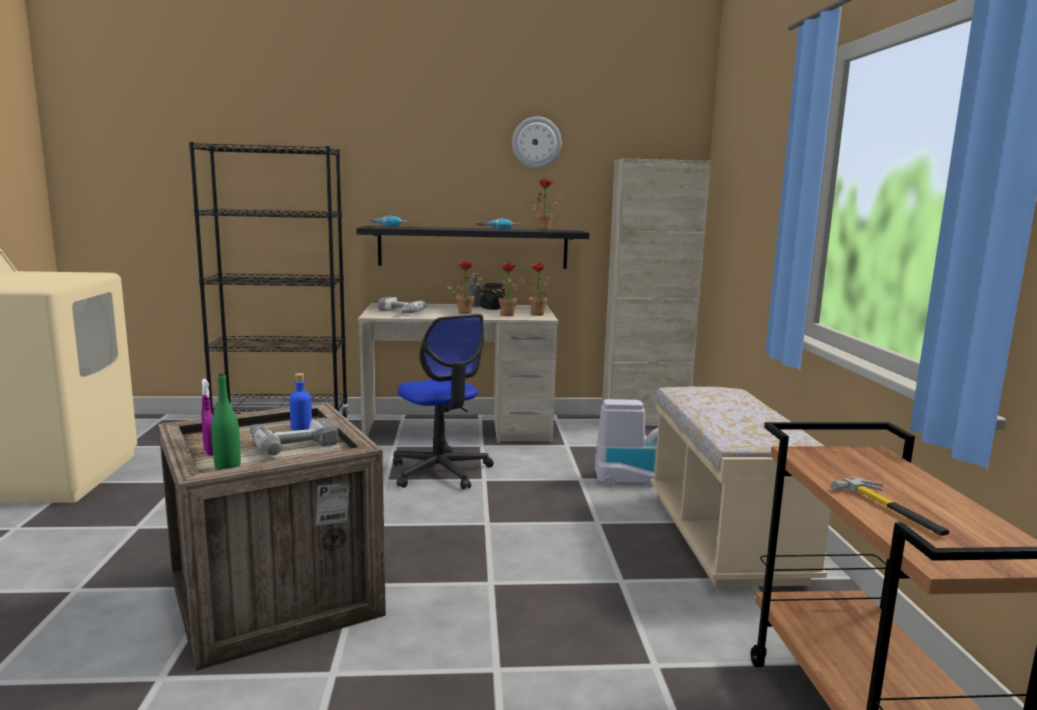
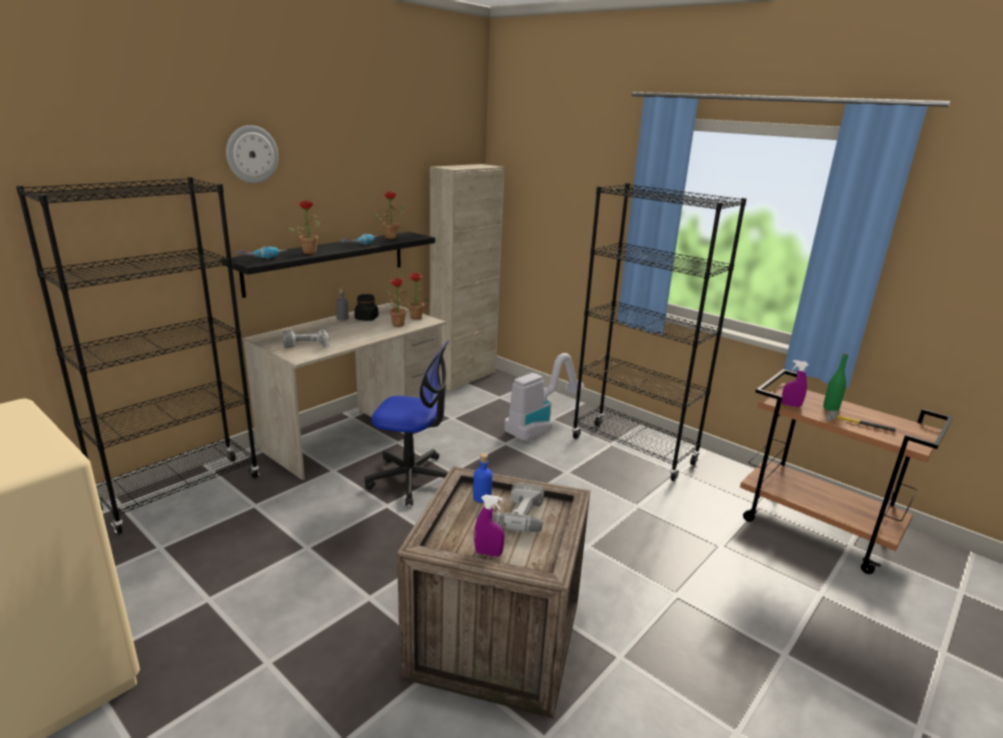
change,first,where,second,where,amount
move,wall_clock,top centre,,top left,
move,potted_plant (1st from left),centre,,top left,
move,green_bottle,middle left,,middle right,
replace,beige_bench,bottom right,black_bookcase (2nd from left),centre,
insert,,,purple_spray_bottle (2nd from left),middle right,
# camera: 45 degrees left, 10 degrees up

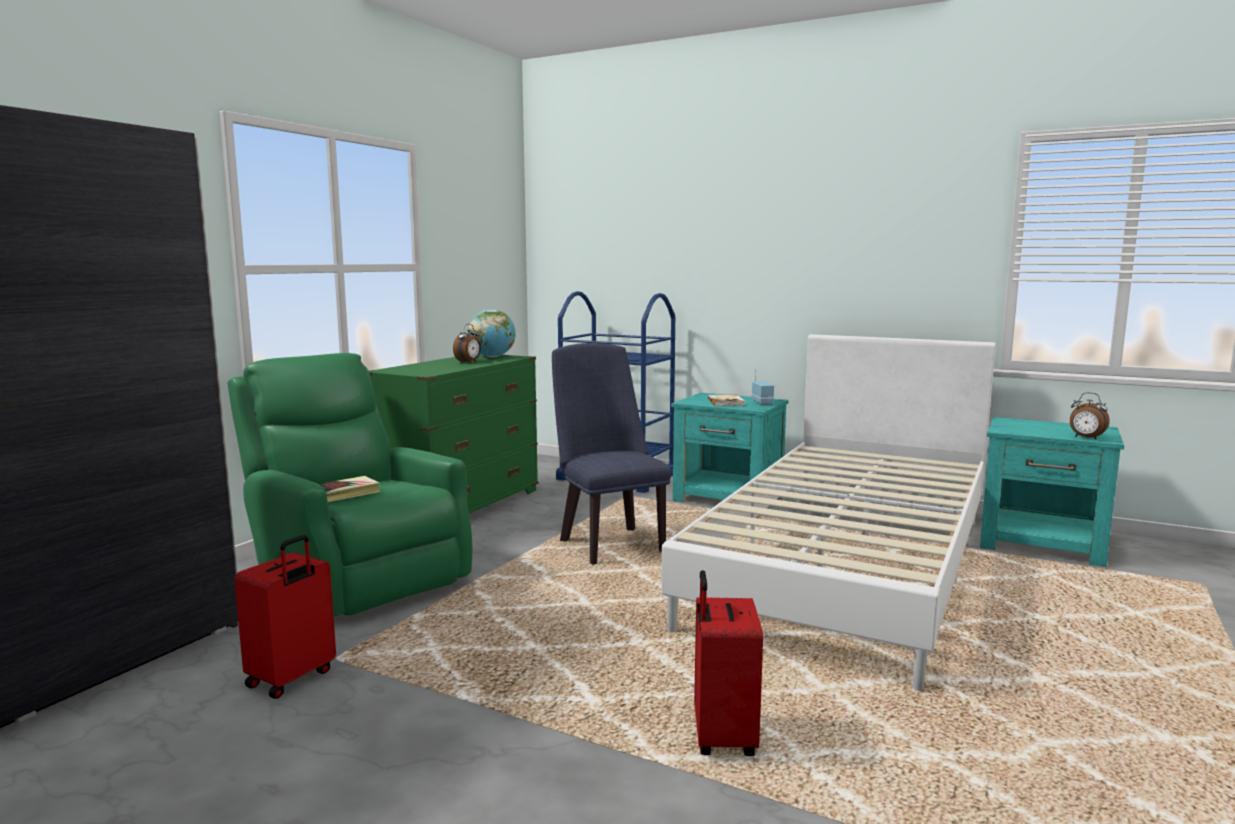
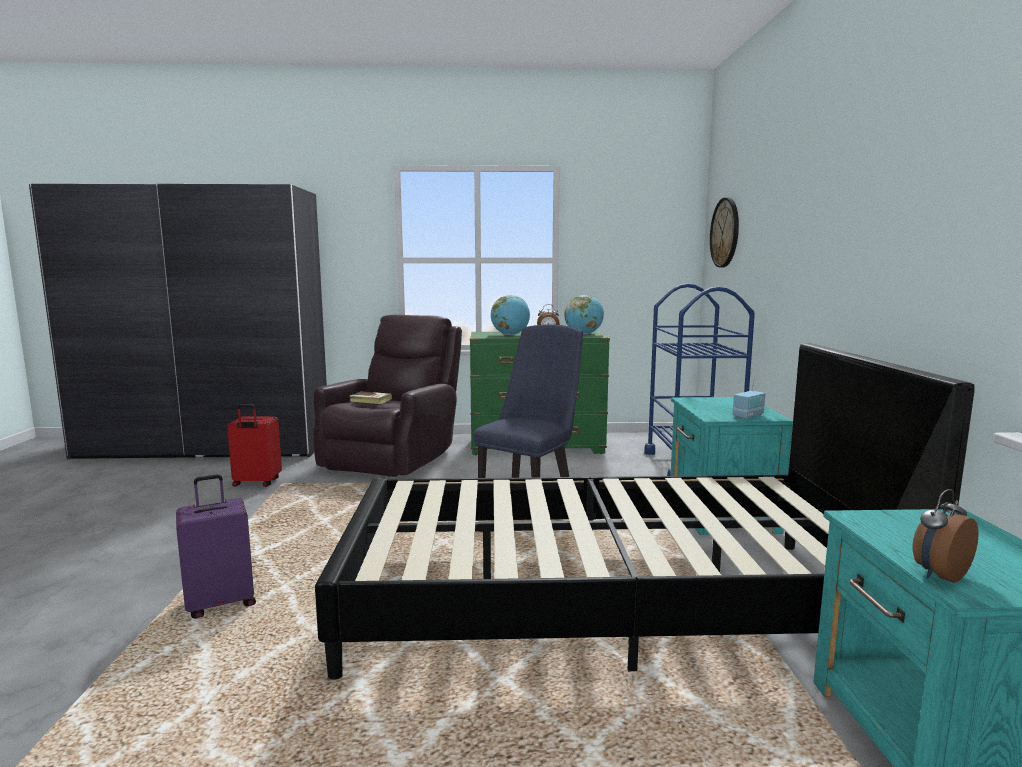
change,first,where,second,where,amount
recolor,white_bed,middle right,black_bed,centre,
recolor,green_armchair,middle left,brown_armchair,centre,
rotate,alarm_clock (2nd from left),middle right,,bottom right,45 degrees clockwise
delete,book (2nd from left),centre,,,
recolor,red_suitcase (2nd from left),bottom centre,purple_suitcase,bottom left,
insert,,,wall_clock,top right,
insert,,,globe (1st from left),centre,
# camera: 60 degrees right, 0 degrees up

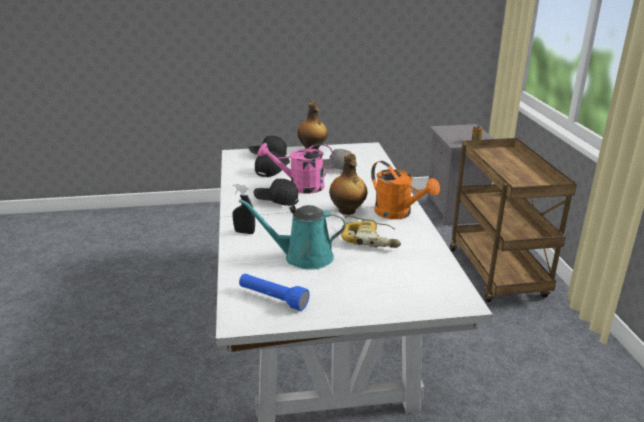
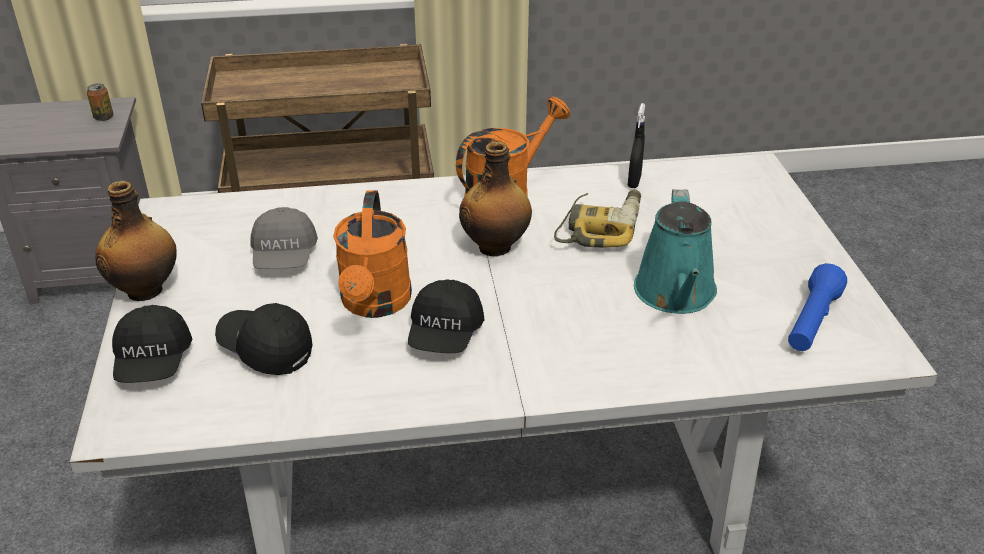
change,first,where,second,where,amount
recolor,pink_watering_can,centre,orange_watering_can (1st from left),centre,
move,black_spray_bottle,centre,,top centre,
# camera: 90 degrees left, 10 degrees up

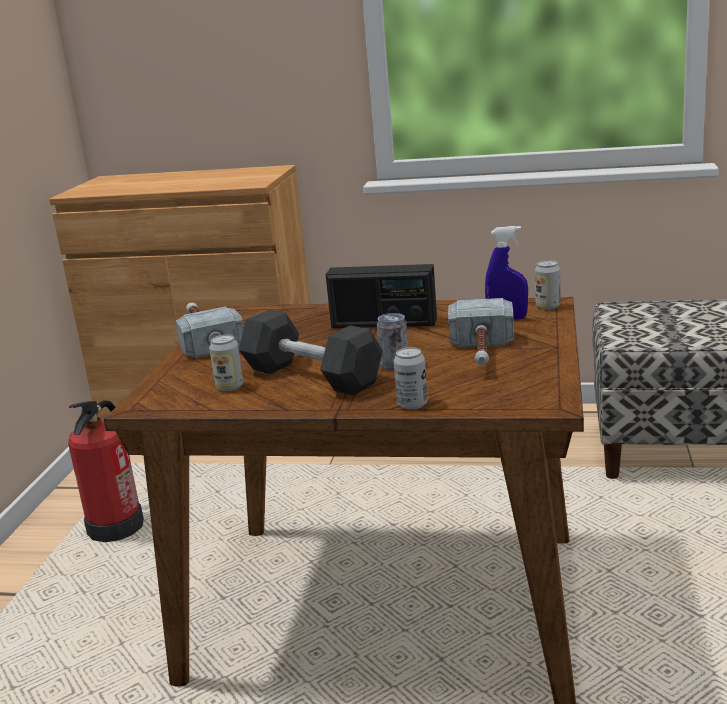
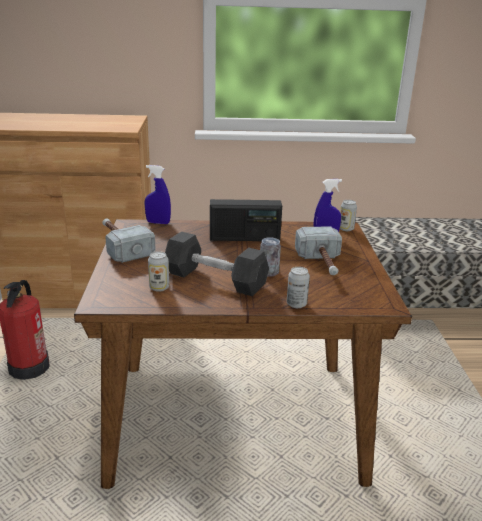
change,first,where,second,where,amount
insert,,,blue_spray_bottle (1st from left),middle left,
# camera: 15 degrees left, 5 degrees up

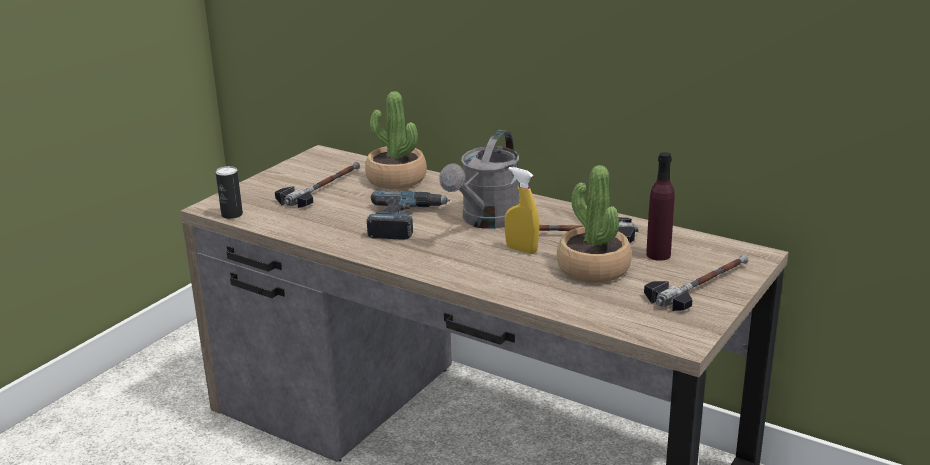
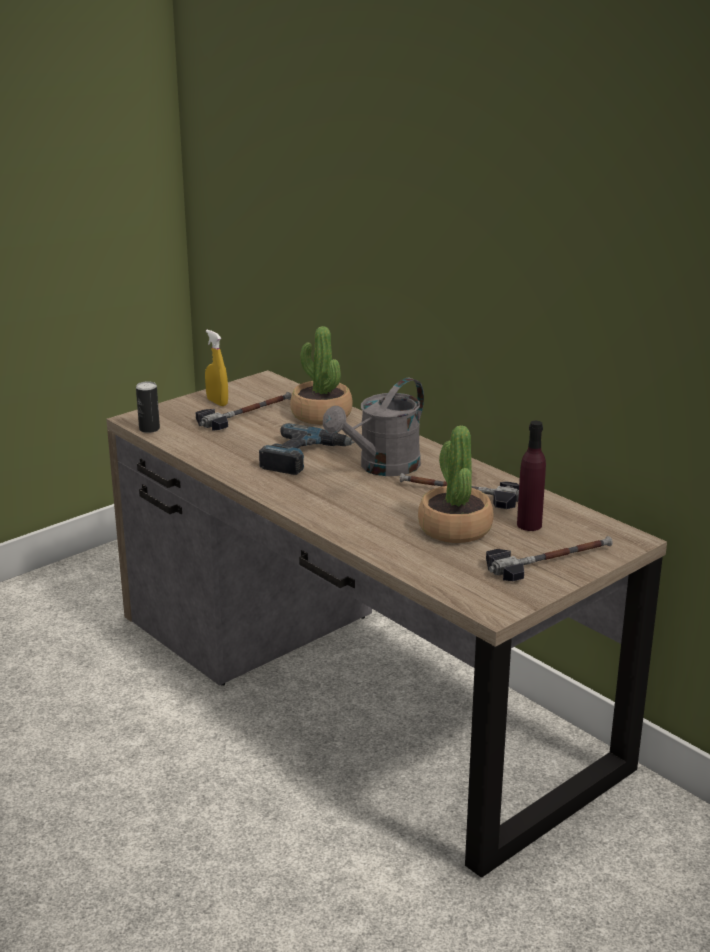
change,first,where,second,where,amount
move,yellow_spray_bottle,centre,,middle left,
# camera: 15 degrees right, 0 degrees up

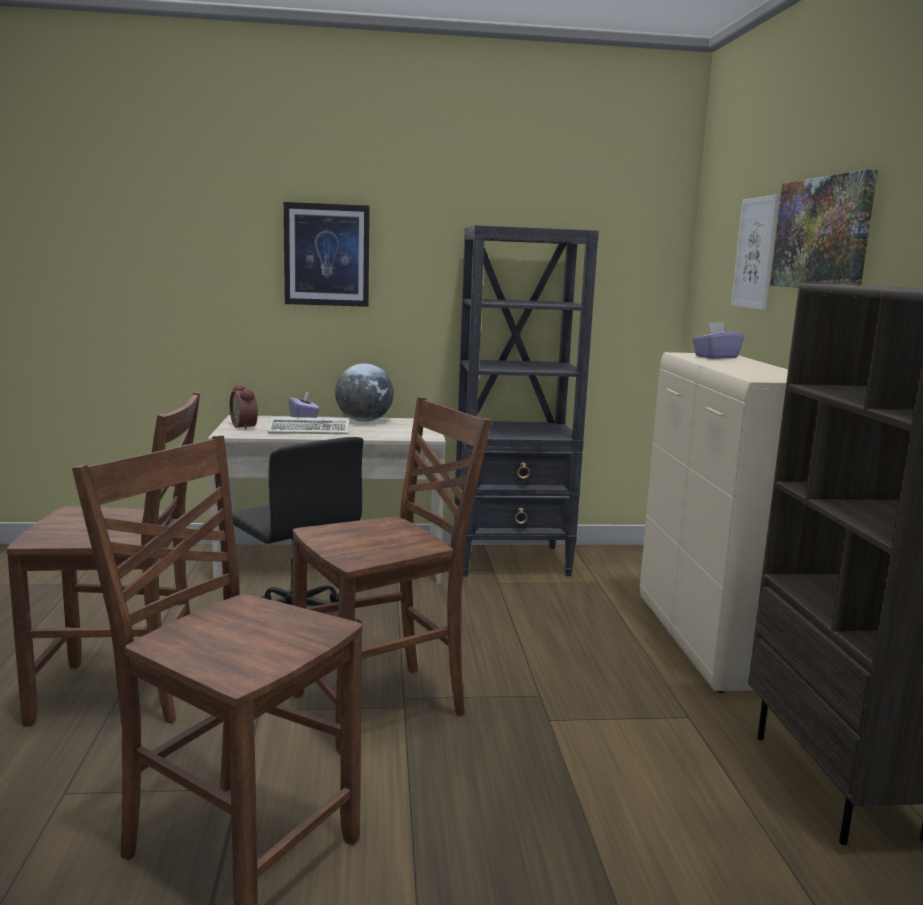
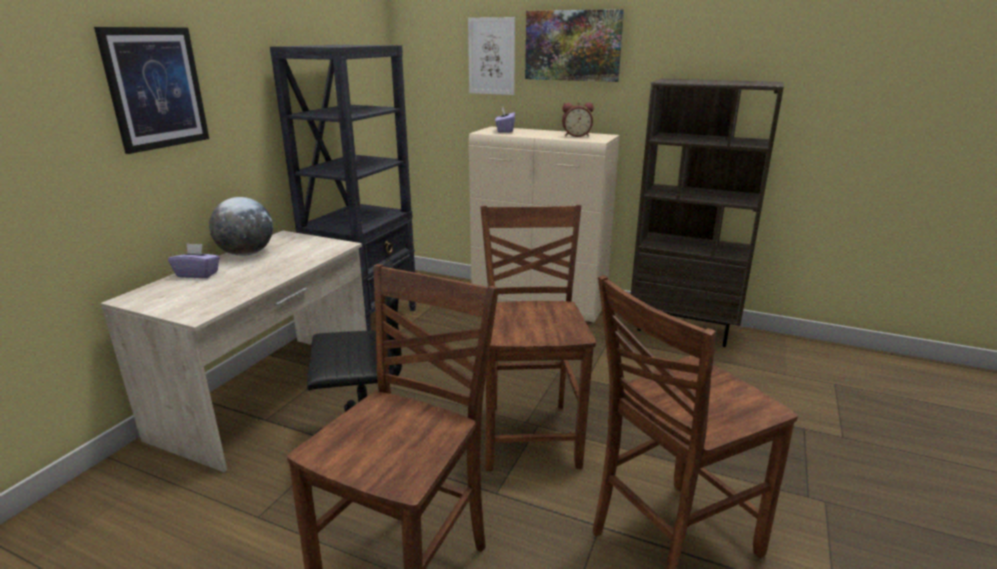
change,first,where,second,where,amount
move,alarm_clock,middle left,,top centre,
delete,keyboard,centre,,,
# camera: 60 degrees left, 10 degrees up

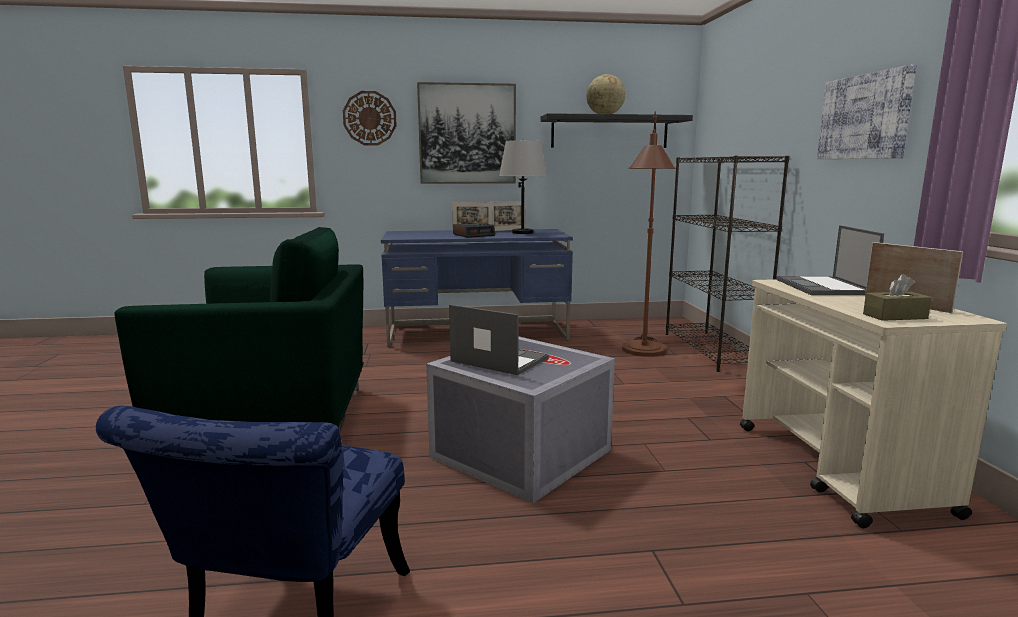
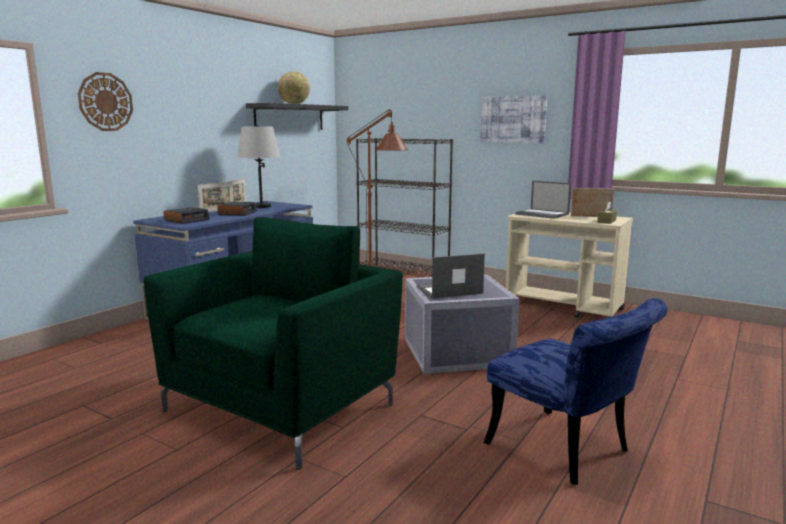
change,first,where,second,where,amount
delete,picture (1st from left),top centre,,,
insert,,,alarm_clock (1st from left),middle left,
# camera: 50 degrees left, 0 degrees up

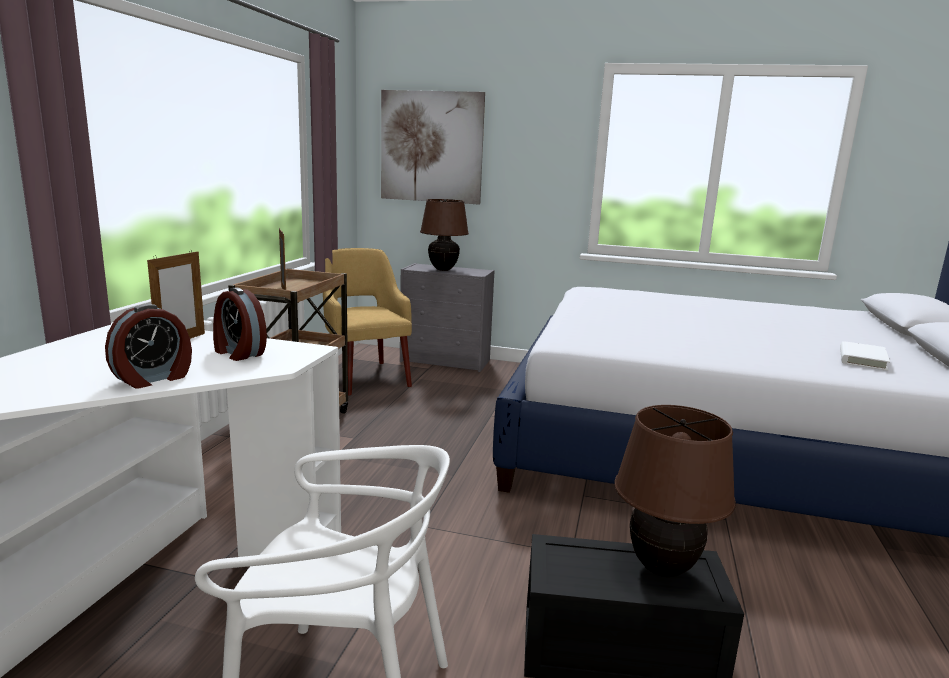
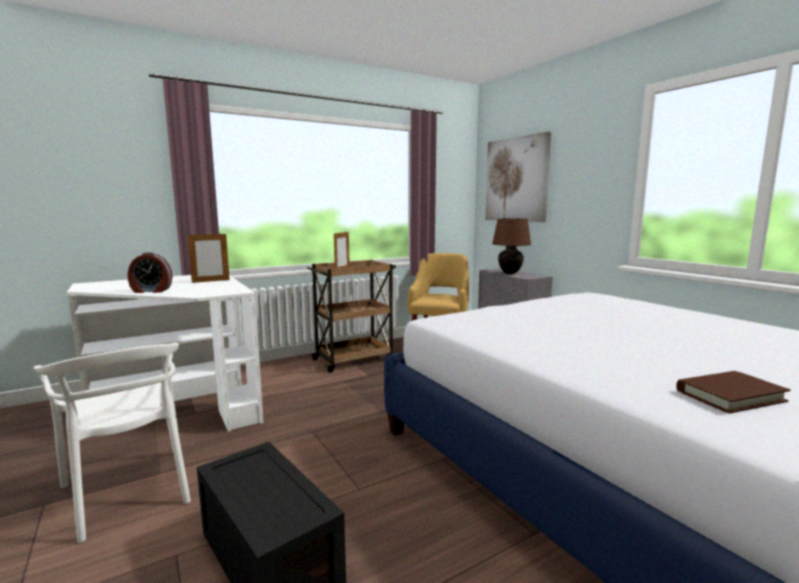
change,first,where,second,where,amount
delete,alarm_clock (2nd from left),middle left,,,
recolor,white_book,middle right,brown_book,bottom right,
delete,brown_table_lamp (2nd from left),bottom right,,,
# camera: 45 degrees right, 5 degrees down

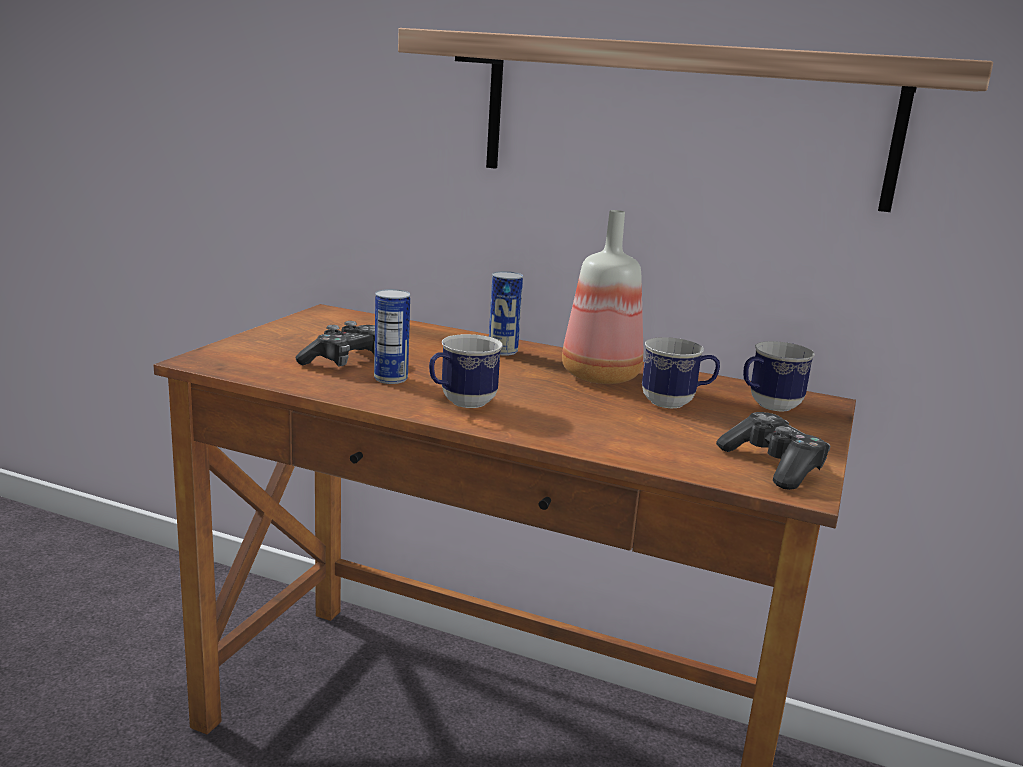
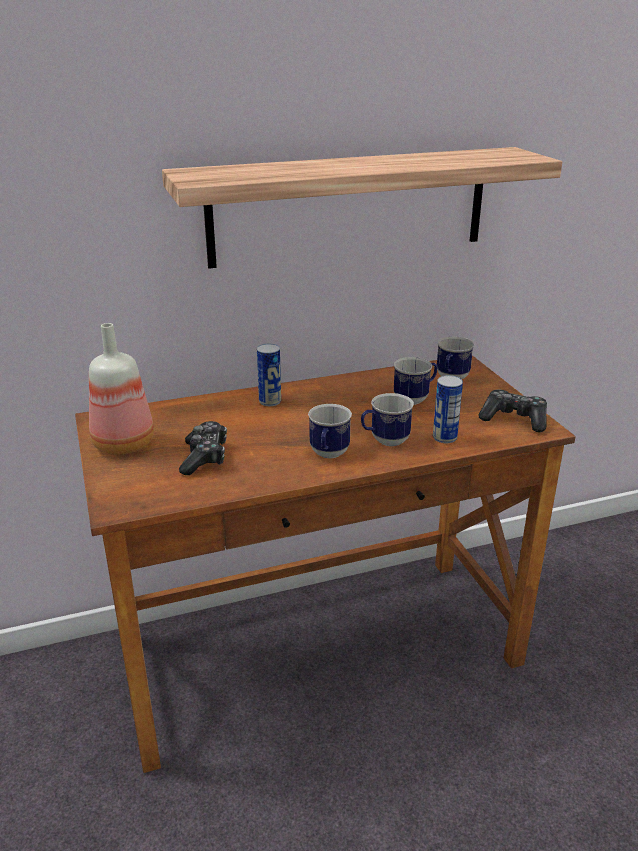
change,first,where,second,where,amount
move,bottle,centre,,middle left,
move,can (1st from left in the first image),centre,can (2nd from left),middle right,
insert,,,mug (2nd from left),centre,
# camera: 40 degrees left, 10 degrees up

